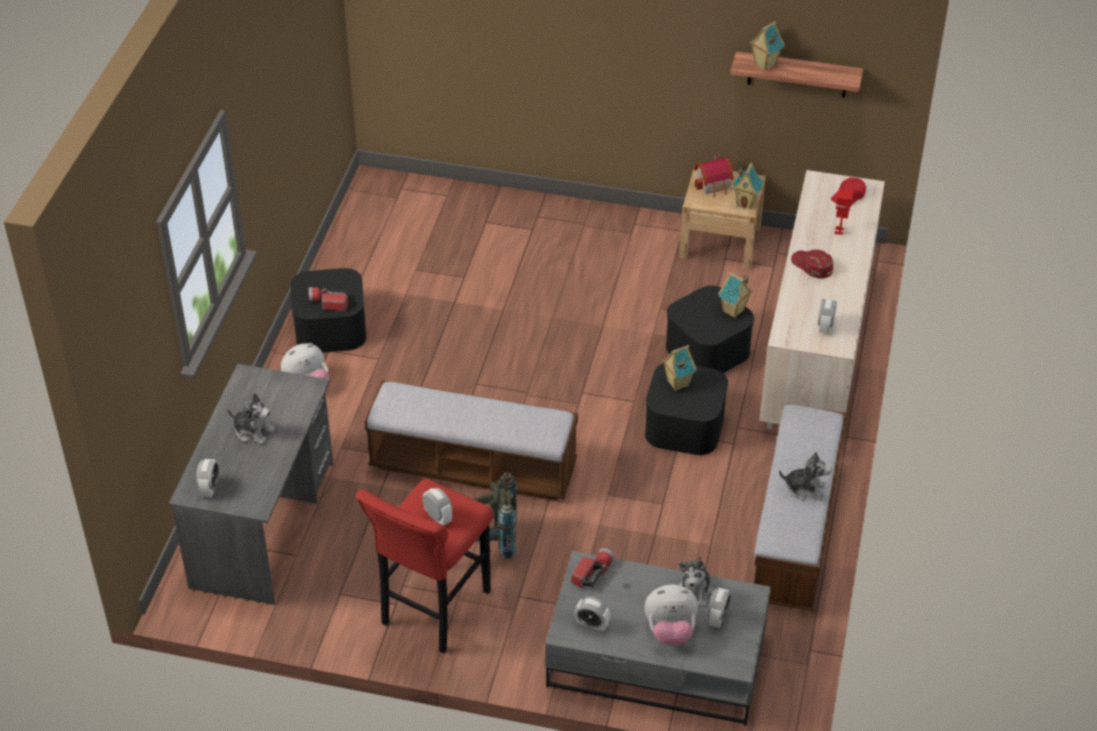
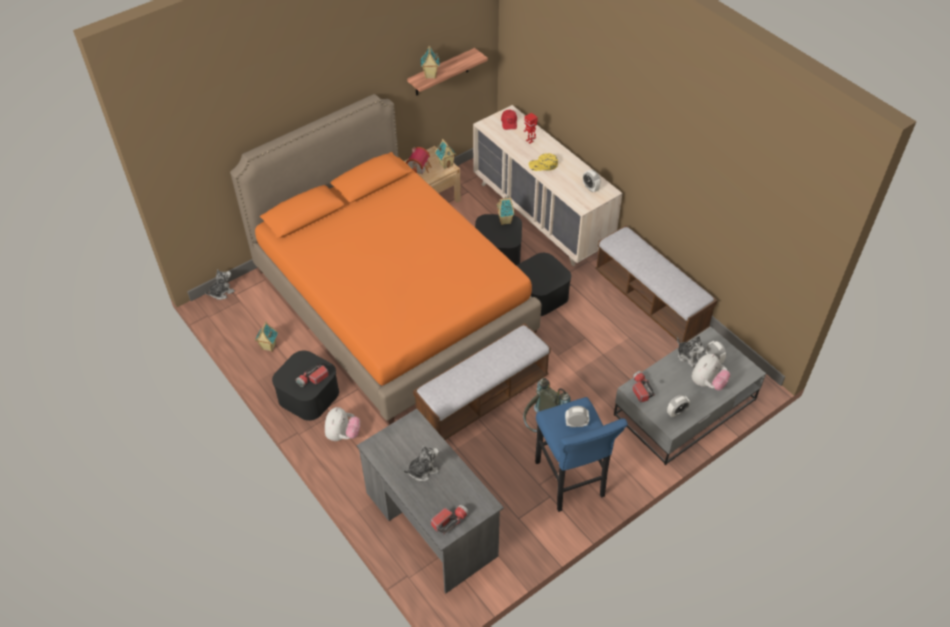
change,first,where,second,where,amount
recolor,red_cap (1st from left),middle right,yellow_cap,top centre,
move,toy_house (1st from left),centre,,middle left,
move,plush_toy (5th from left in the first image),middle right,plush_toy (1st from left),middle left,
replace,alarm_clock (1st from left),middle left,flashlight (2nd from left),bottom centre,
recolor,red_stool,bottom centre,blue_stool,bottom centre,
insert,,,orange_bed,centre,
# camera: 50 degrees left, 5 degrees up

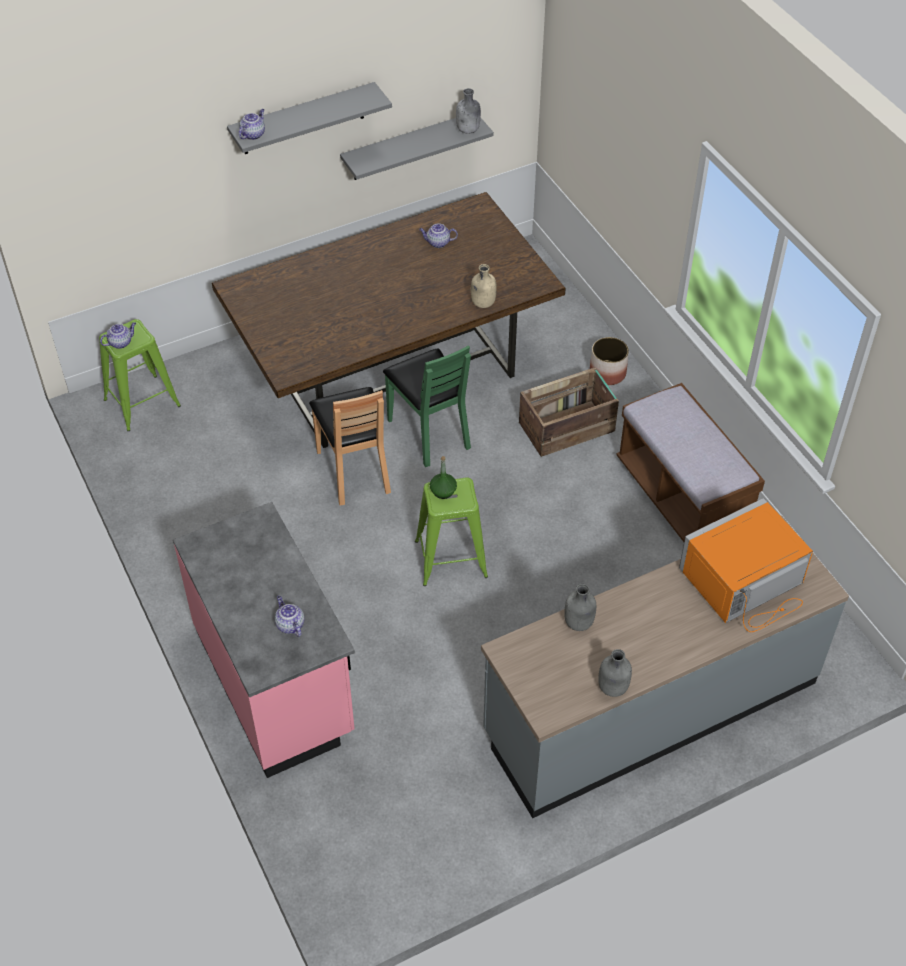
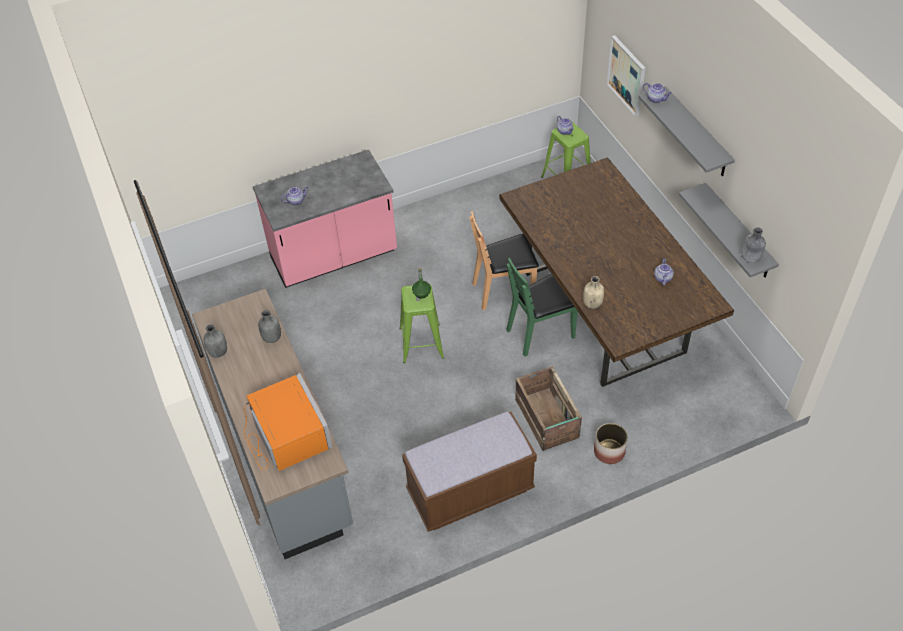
change,first,where,second,where,amount
insert,,,picture,top right,
# camera: 95 degrees right, 0 degrees up

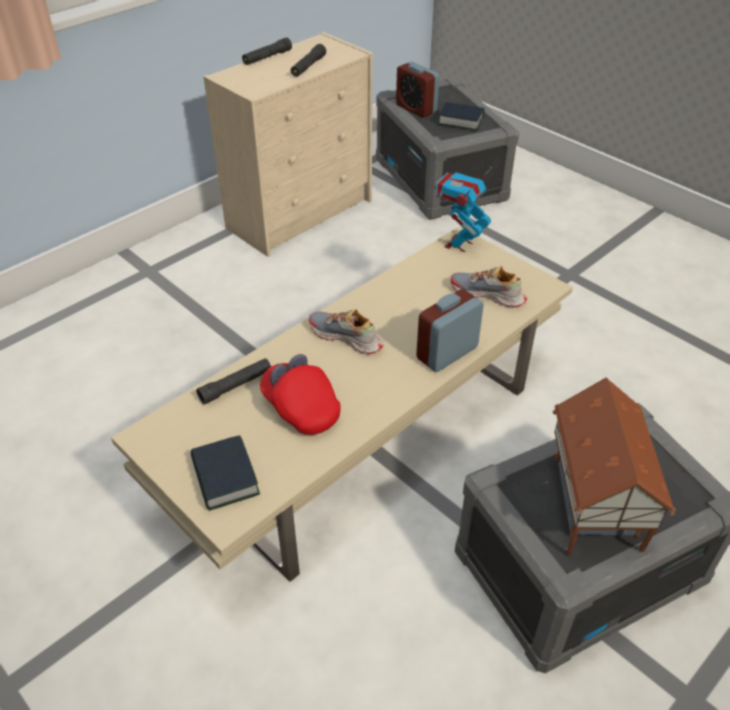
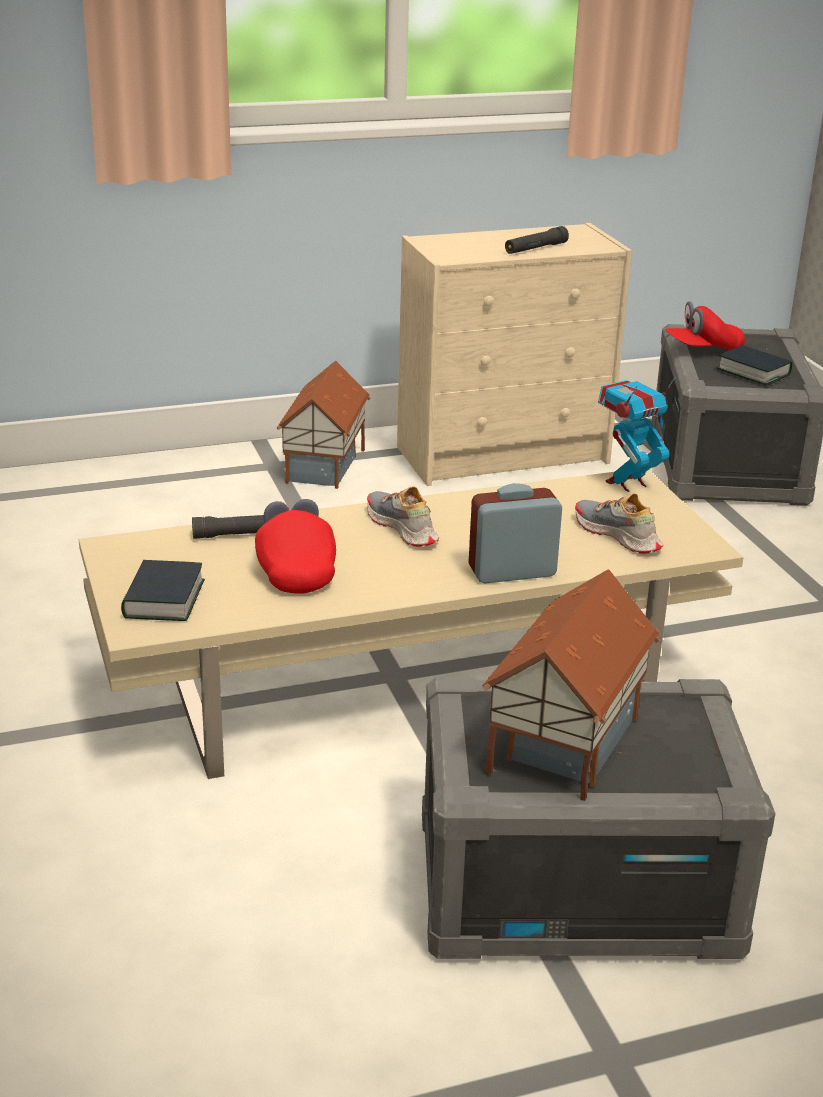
change,first,where,second,where,amount
delete,black_flashlight (2nd from left),top centre,,,
replace,alarm_clock (1st from left),top centre,red_cap (2nd from left),top right,
insert,,,toy_house (1st from left),centre,
# camera: 25 degrees right, 15 degrees down

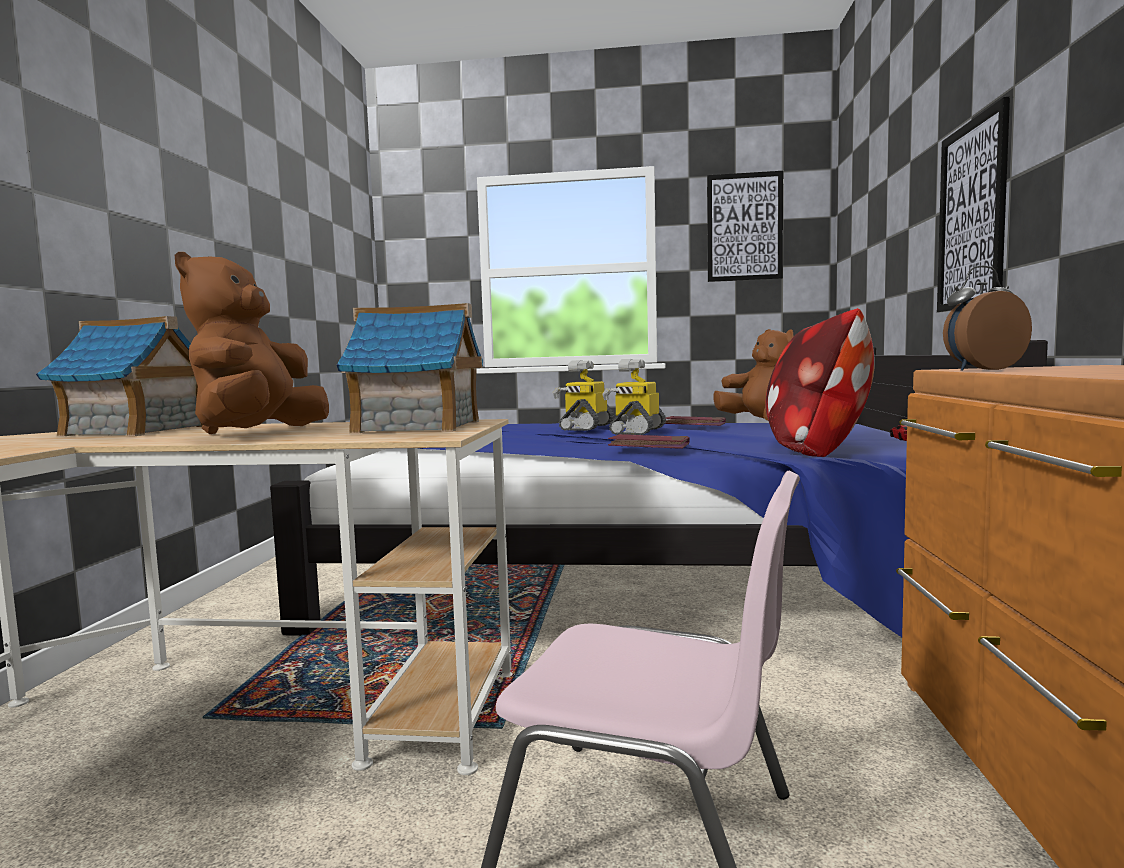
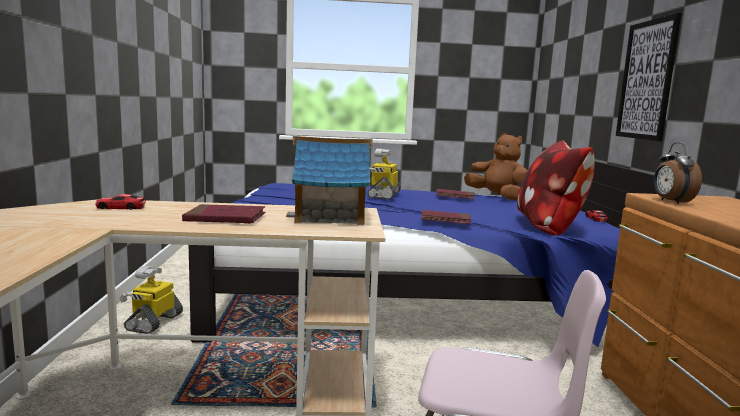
change,first,where,second,where,amount
delete,picture (1st from left),top centre,,,
replace,brown_plush_toy (1st from left),middle left,red_book (1st from left),middle left,
rotate,alarm_clock,middle right,,middle right,75 degrees counterclockwise
replace,toy_house (1st from left),middle left,toy_car (1st from left),middle left,
move,toy_robot (2nd from left in the first image),centre,toy_robot (1st from left),bottom left,
# camera: 10 degrees left, 5 degrees up

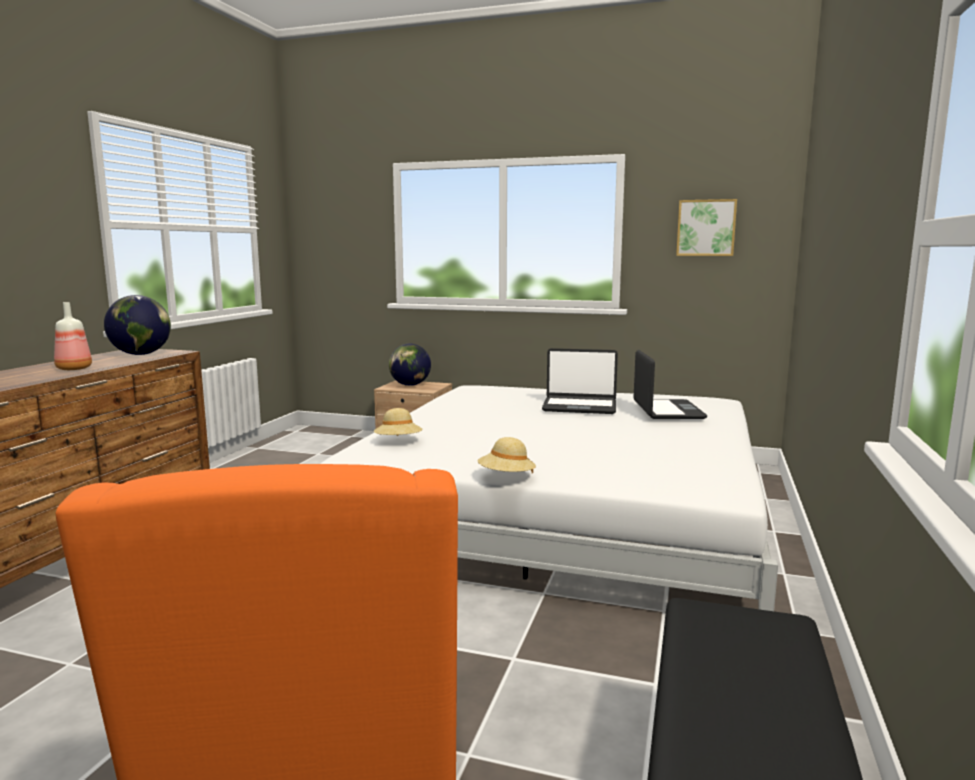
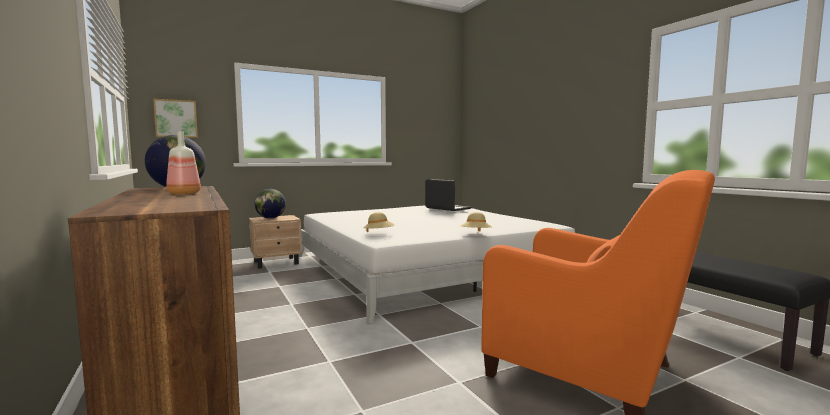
change,first,where,second,where,amount
move,picture,top right,,top left,
delete,laptop (1st from left),centre,,,
# camera: 45 degrees left, 5 degrees down

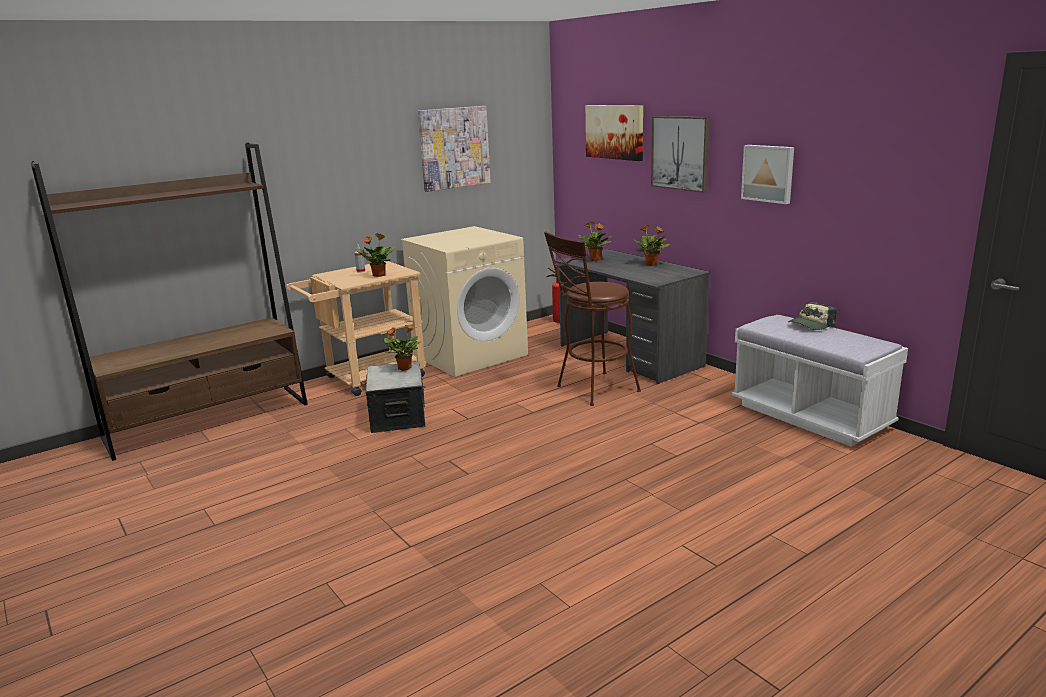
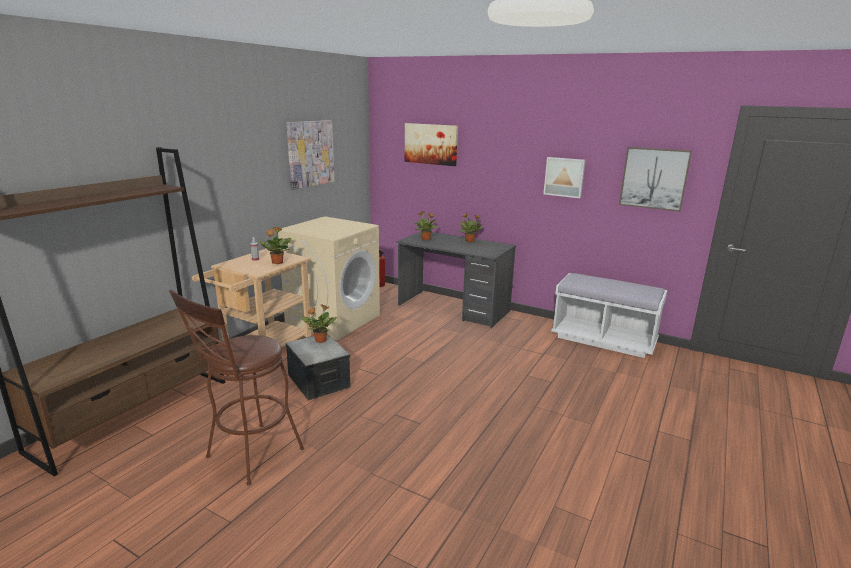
change,first,where,second,where,amount
move,picture (3rd from left in the first image),top centre,picture (4th from left),top right,
move,brown_stool,centre,,bottom left,
delete,cap,middle right,,,
# camera: 25 degrees left, 0 degrees up

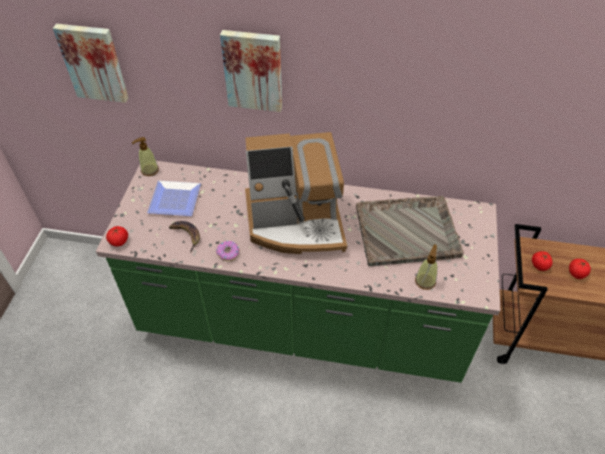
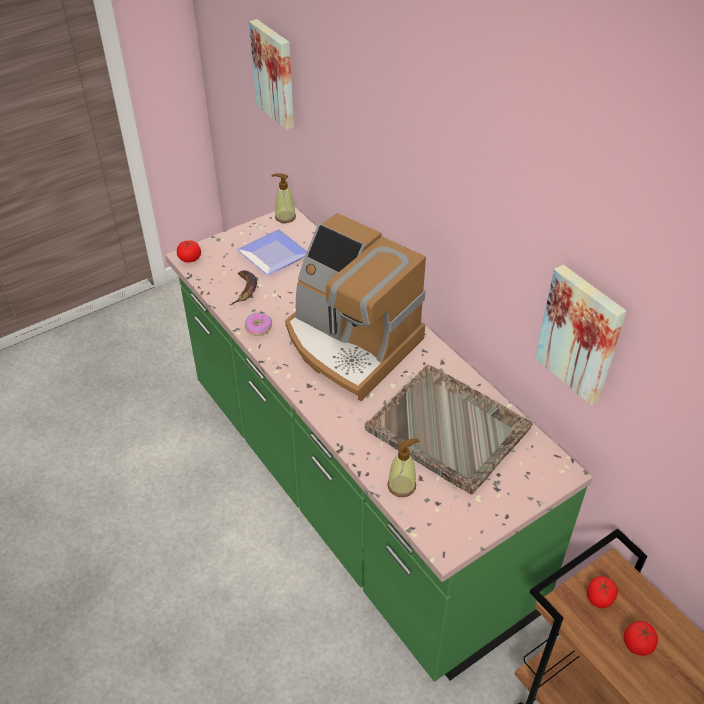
change,first,where,second,where,amount
move,picture (2nd from left),top centre,,middle right,
# camera: 45 degrees right, 5 degrees down

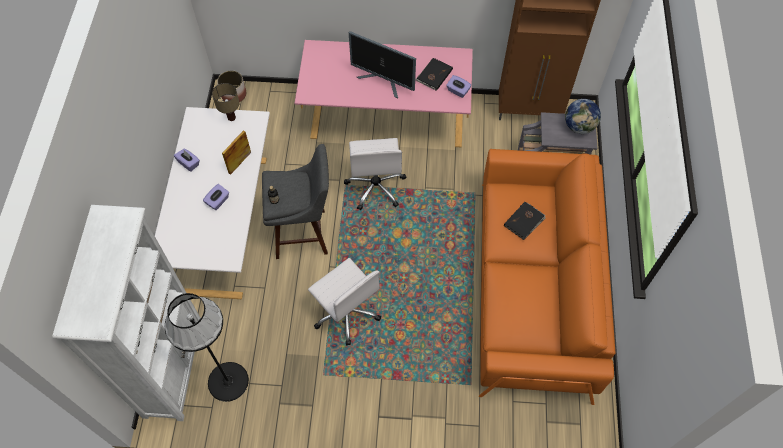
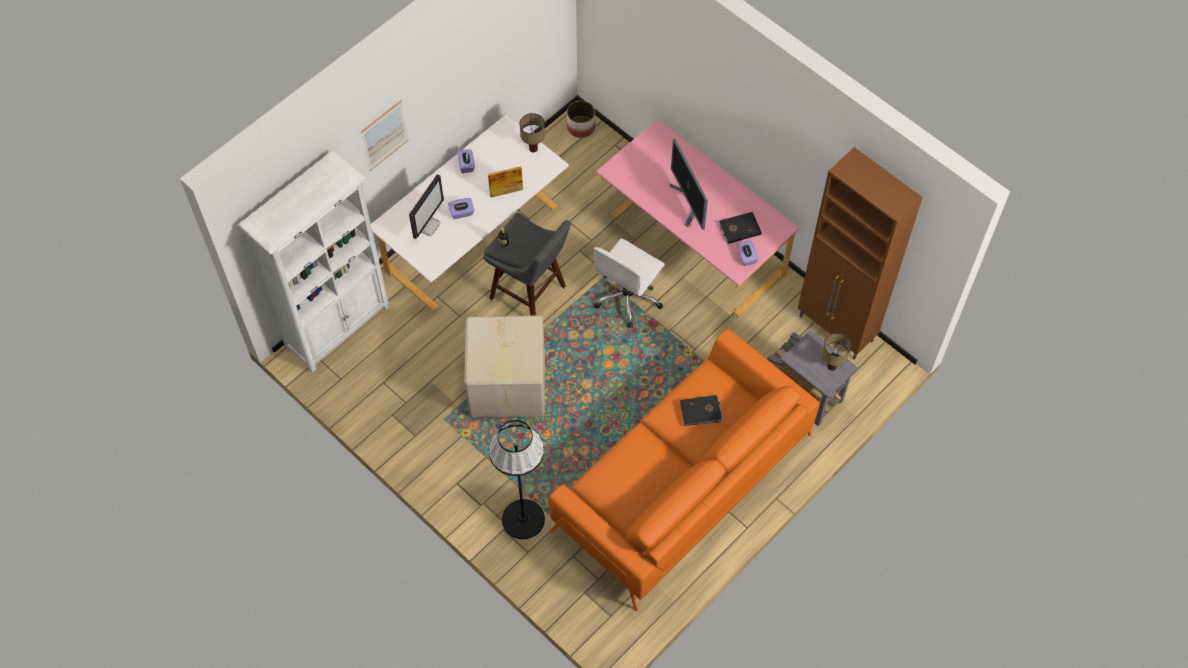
change,first,where,second,where,amount
replace,globe,top right,table_lamp (2nd from left),middle right,
replace,white_office_chair (1st from left),bottom centre,cardboard_box,centre,
move,black_floor_lamp,bottom left,,bottom centre,
insert,,,picture,top left,
insert,,,monitor (1st from left),top centre,
# camera: 40 degrees right, 0 degrees up

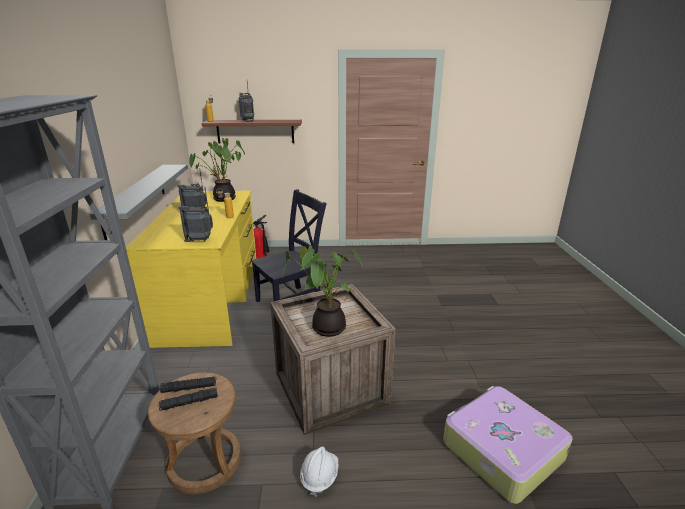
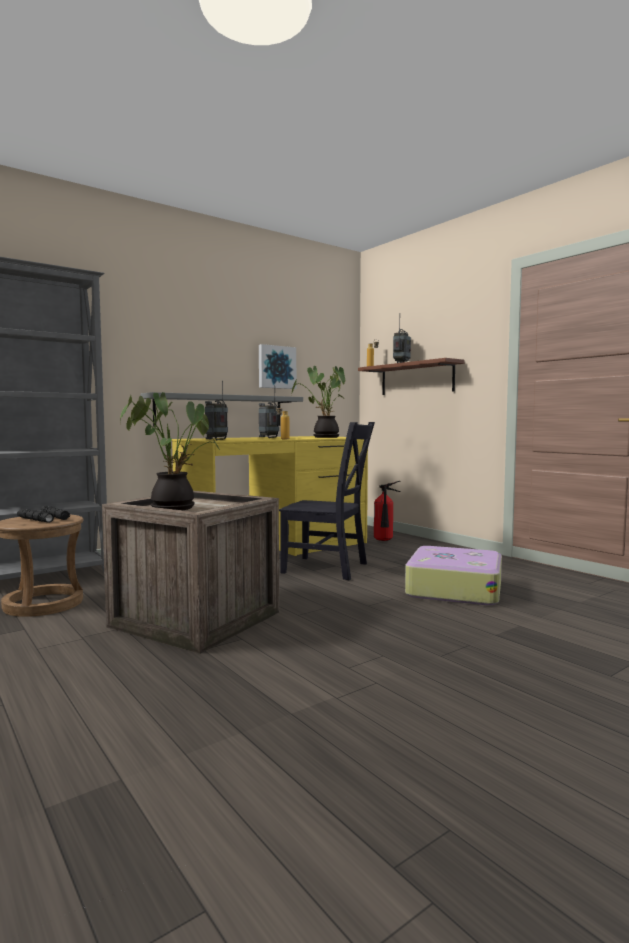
change,first,where,second,where,amount
move,suitcase,bottom right,,middle right,
delete,white_hard_hat,bottom centre,,,
insert,,,picture,centre,
# camera: 55 degrees right, 20 degrees down

